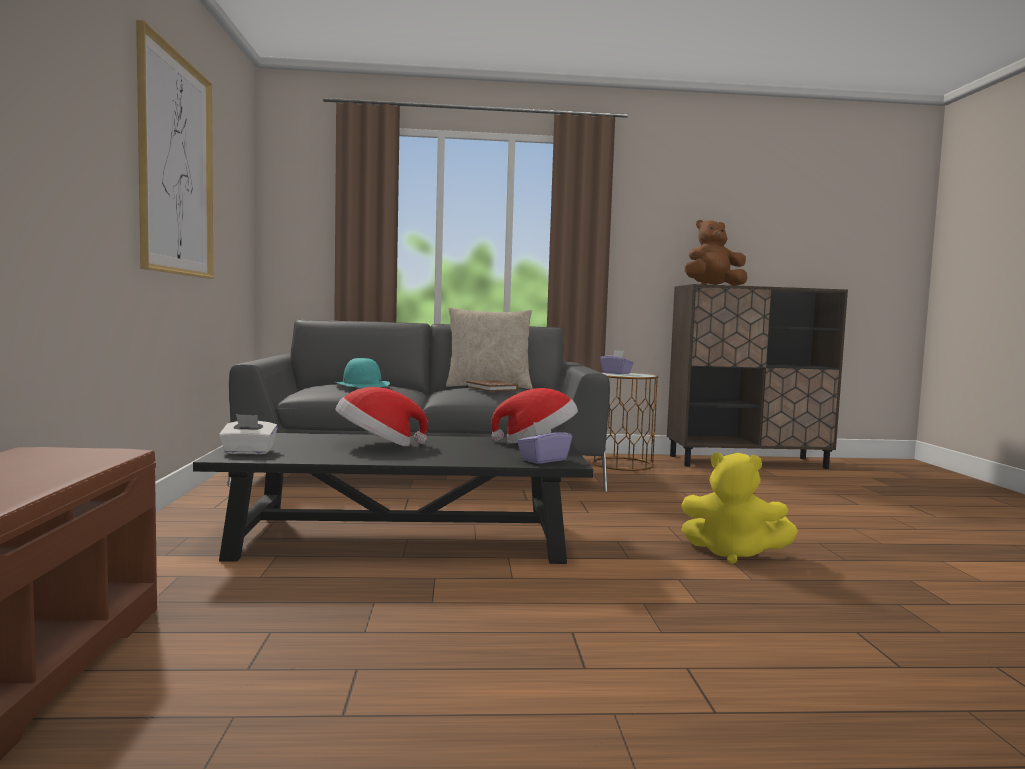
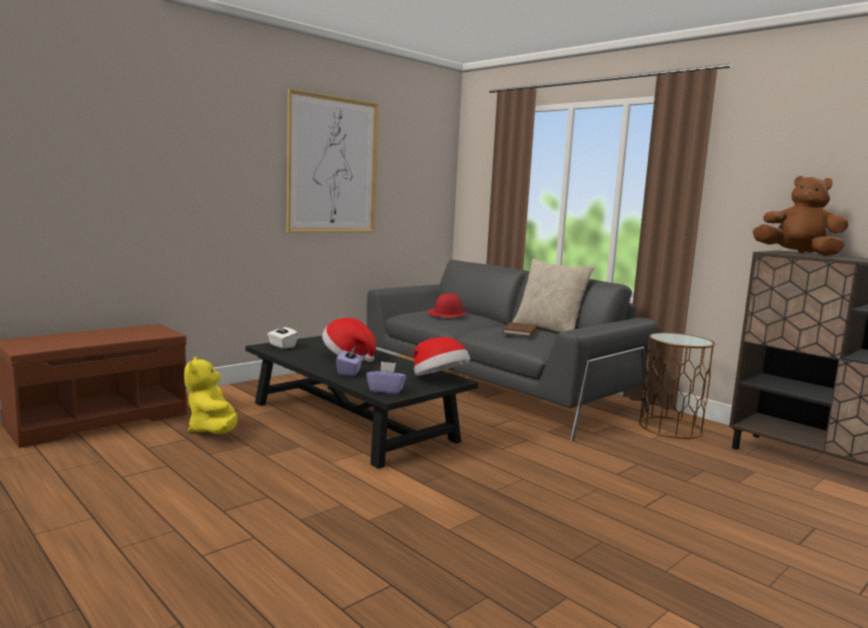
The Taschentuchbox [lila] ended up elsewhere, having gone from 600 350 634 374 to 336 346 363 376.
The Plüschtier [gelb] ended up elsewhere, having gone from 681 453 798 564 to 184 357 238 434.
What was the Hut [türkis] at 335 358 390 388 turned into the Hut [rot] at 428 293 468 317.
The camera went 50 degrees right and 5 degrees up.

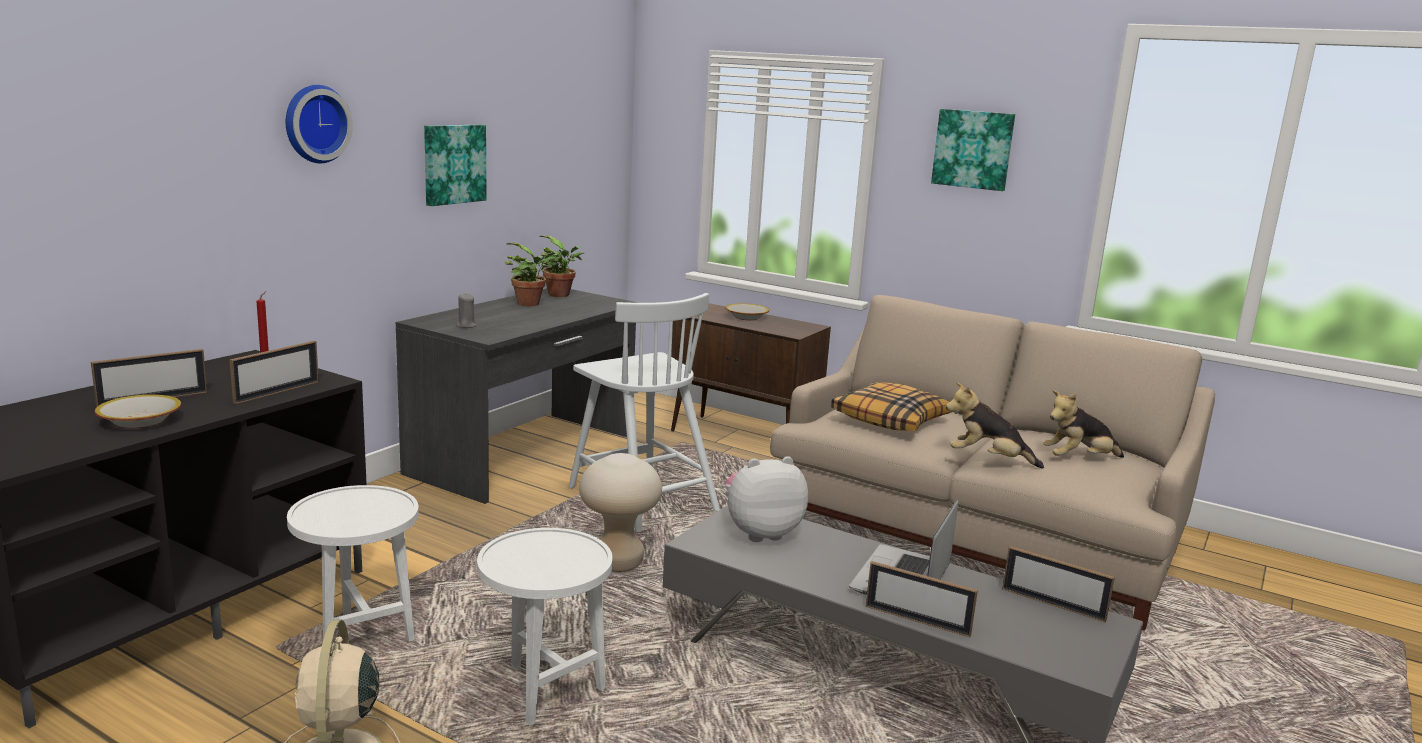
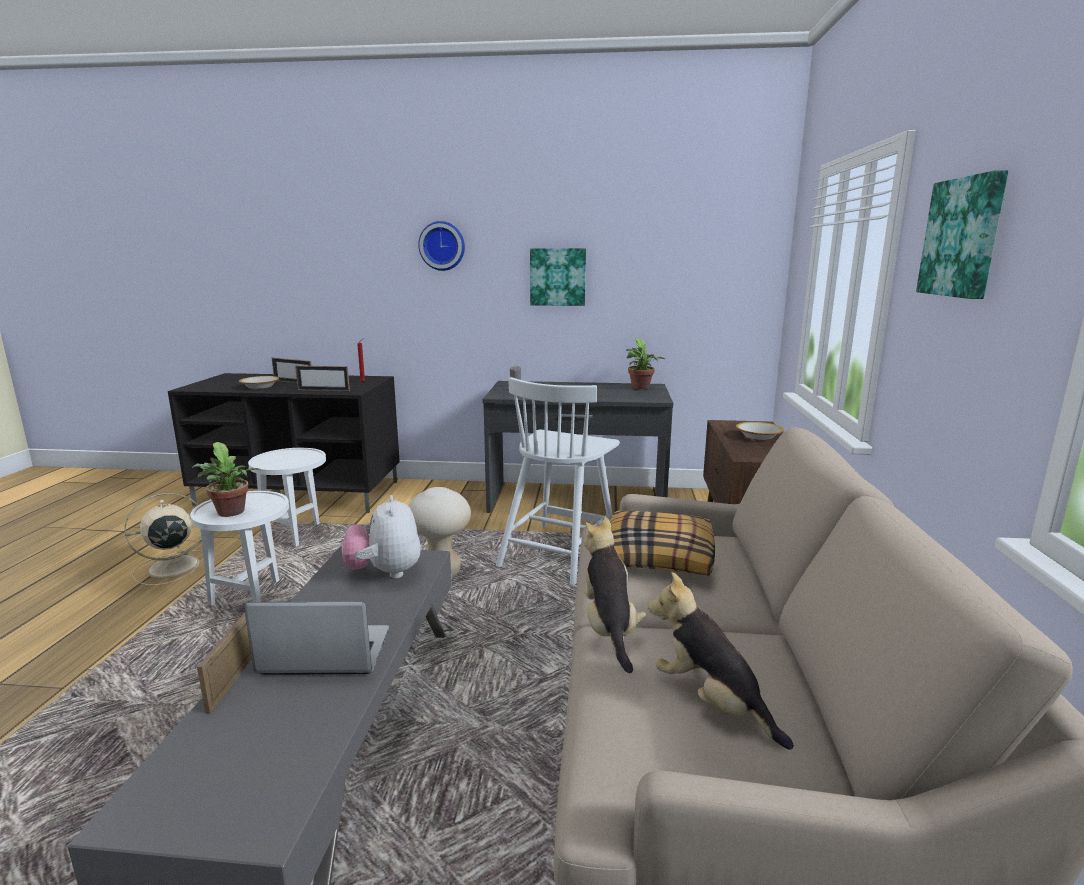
The second view lost the Bilderrahmen at 1002 546 1115 623.
The Topfpflanze ended up elsewhere, having gone from 505 243 559 306 to 192 442 261 517.
The Plüschtier at 725 456 808 542 ended up facing another way, 150 degrees counterclockwise from before.
The camera went 65 degrees right and 0 degrees up.

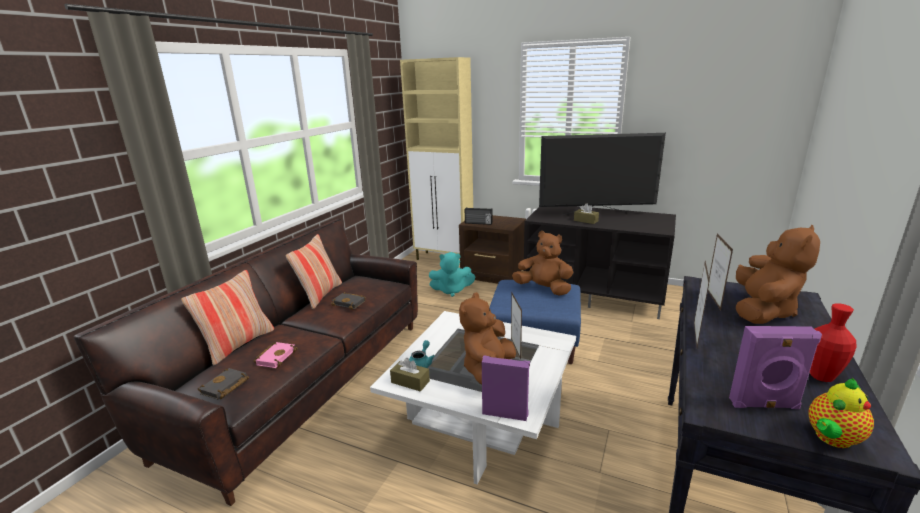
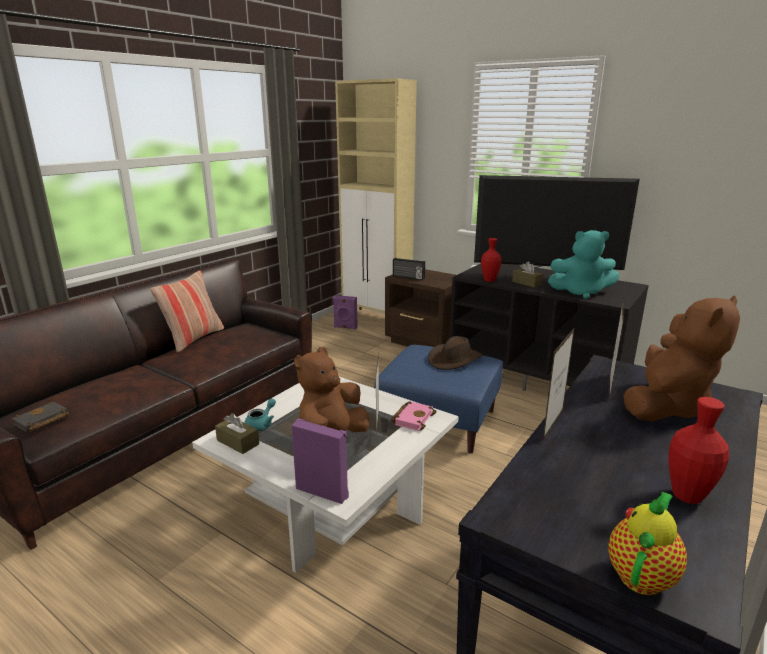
The second view lost the Kissen at 181 270 274 365.
The second view lost the Buch [schwarz] at 331 292 366 310.
The second view gained the Vase [rot] at 481 238 501 282.
The Buch [rosa] ended up elsewhere, having gone from 253 342 298 368 to 391 401 437 431.
The Plüschtier [türkis] ended up elsewhere, having gone from 429 252 475 297 to 548 230 619 299.
The Lautsprecher [lila] ended up elsewhere, having gone from 729 326 822 409 to 333 295 357 329.
Where the Plüschtier [braun] stood at 512 231 573 296, the Hut [braun] came to stand at 428 336 482 370.
The Teekanne at 808 378 874 448 ended up facing another way, 150 degrees clockwise from before.
The camera went 10 degrees right and 0 degrees up.

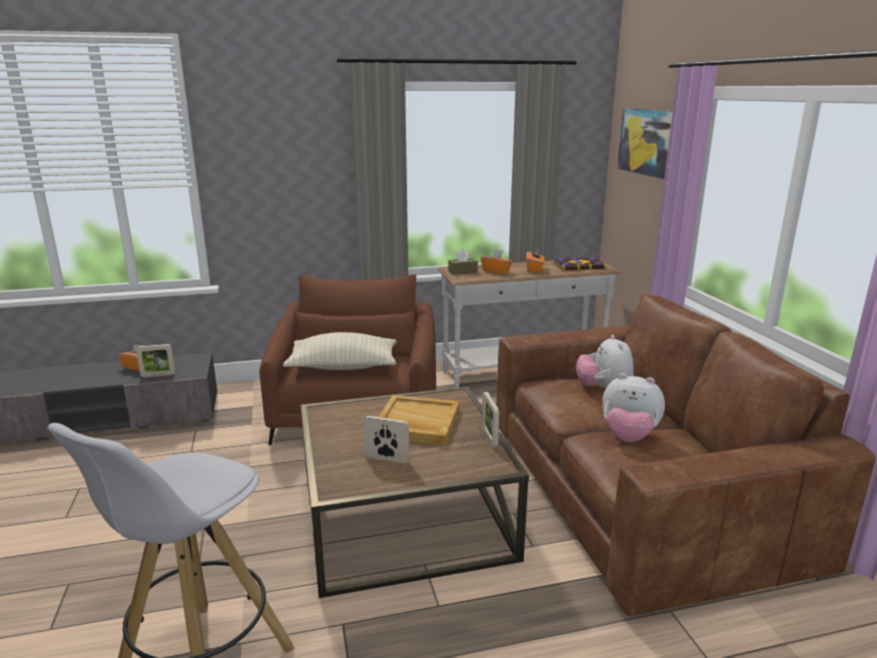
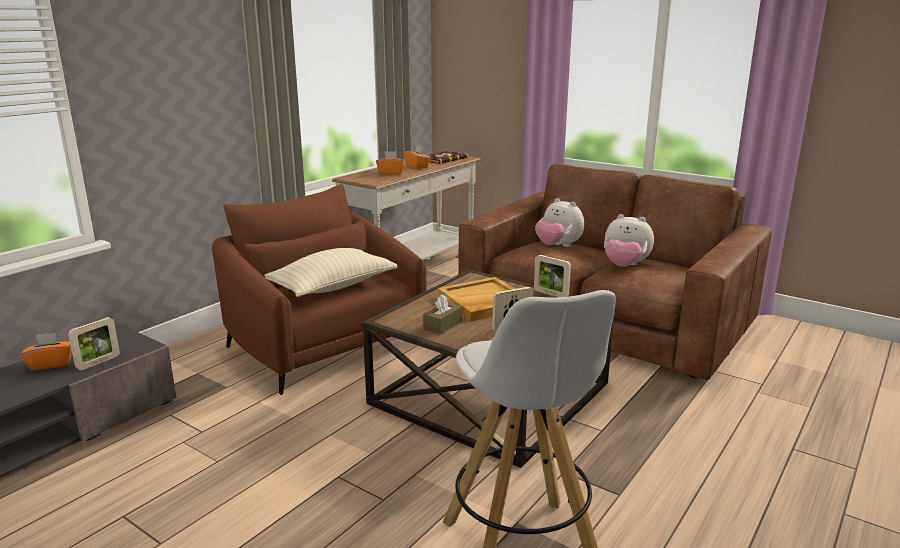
The second view lost the Bild at 617 109 672 179.
The Taschentuchbox [braun] ended up elsewhere, having gone from 448 249 478 275 to 423 294 462 334.
The Plüschtier at 602 373 665 442 ended up facing another way, 45 degrees clockwise from before.
The camera went 40 degrees left and 0 degrees up.

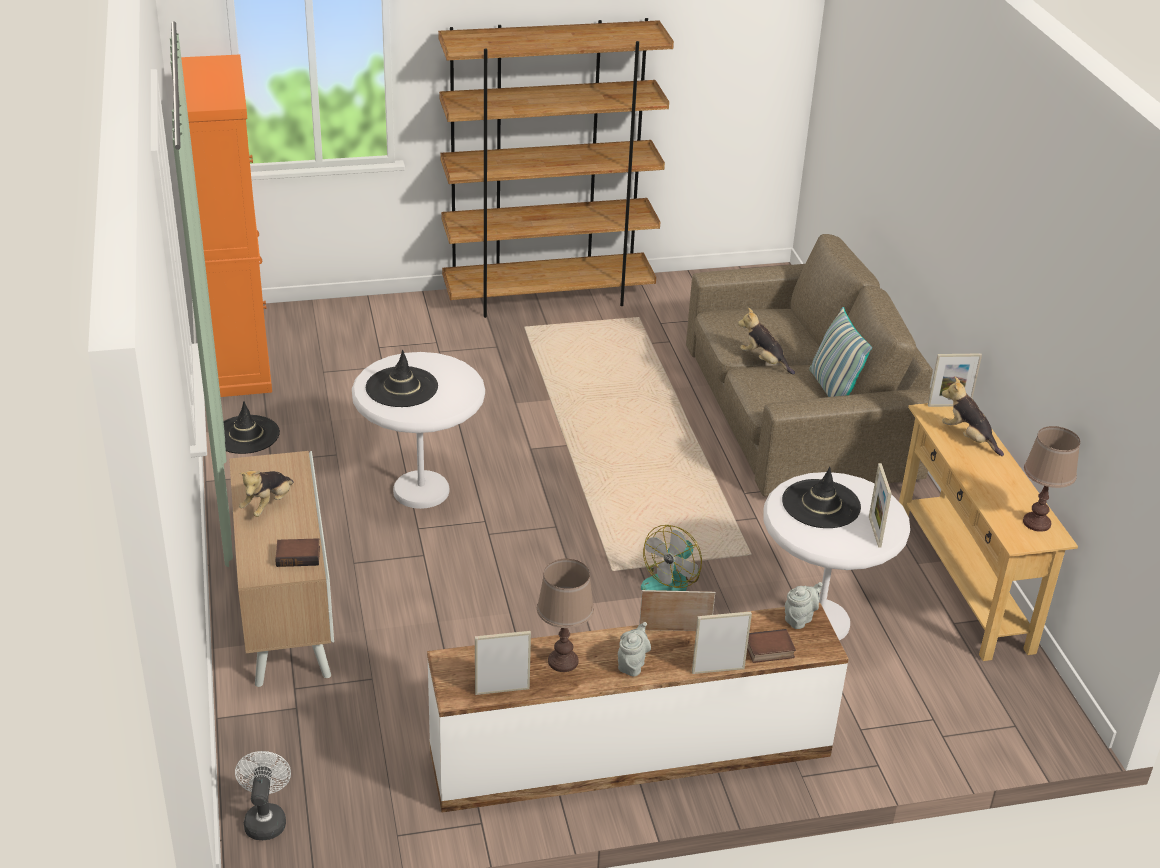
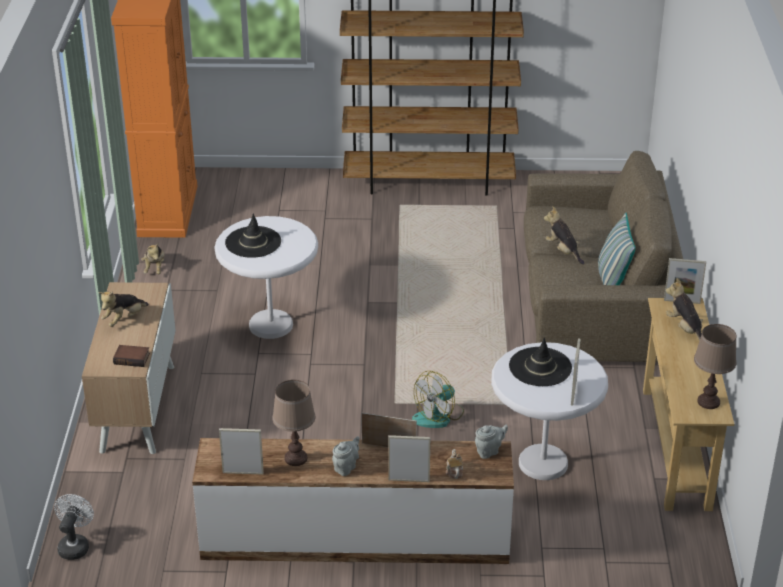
Where the Hut [schwarz] stood at 223 401 280 454, the Plüschtier came to stand at 141 242 164 274.
Where the Buch stood at 747 629 796 663, the Teekanne came to stand at 446 449 463 479.
The camera went 15 degrees right and 0 degrees up.

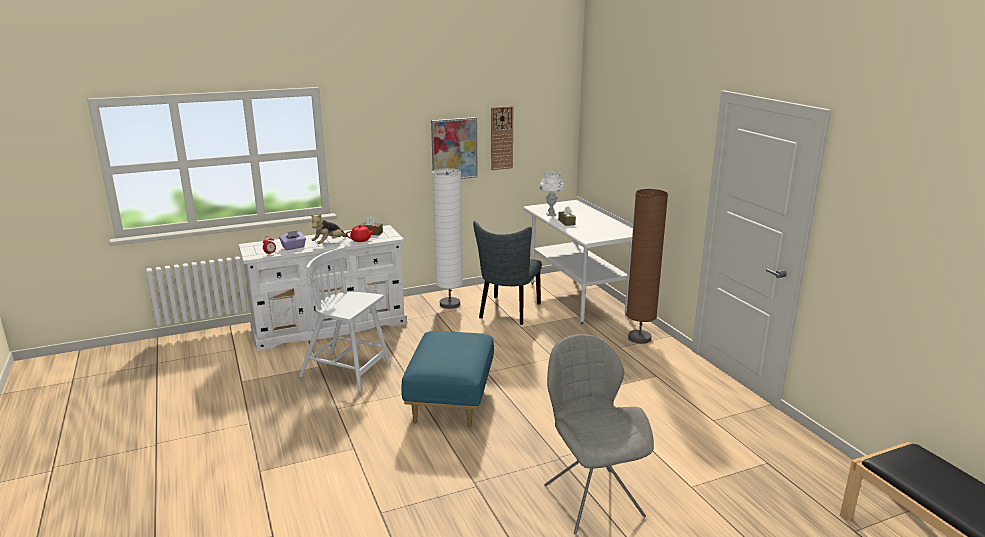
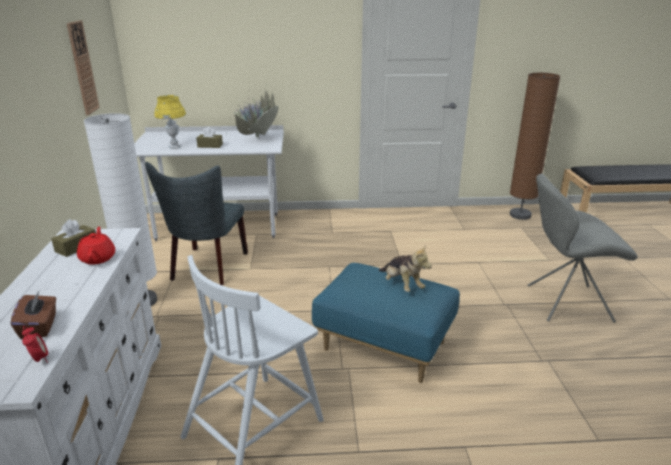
The second view lost the Bild at 431 117 478 179.
The second view gained the Topfpflanze at 226 90 278 138.
The Plüschtier ended up elsewhere, having gone from 310 214 347 244 to 378 245 432 292.
The Stehlampe [braun] ended up elsewhere, having gone from 626 189 668 344 to 510 73 560 220.
What was the Taschentuchbox [lila] at 279 230 306 250 turned into the Taschentuchbox [braun] at 11 291 56 340.
What was the Tischlampe [weiß] at 539 172 565 216 turned into the Tischlampe [gelb] at 154 95 186 149.
The Stuhl [grau] at 473 221 542 325 ended up facing another way, 60 degrees clockwise from before.
The camera went 70 degrees left and 5 degrees up.

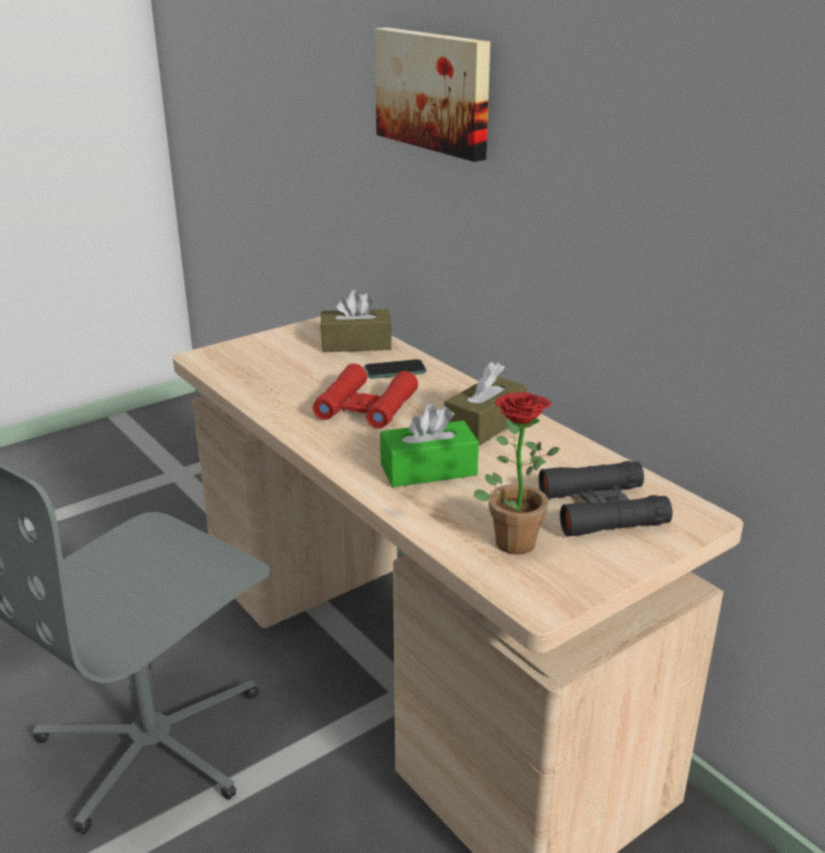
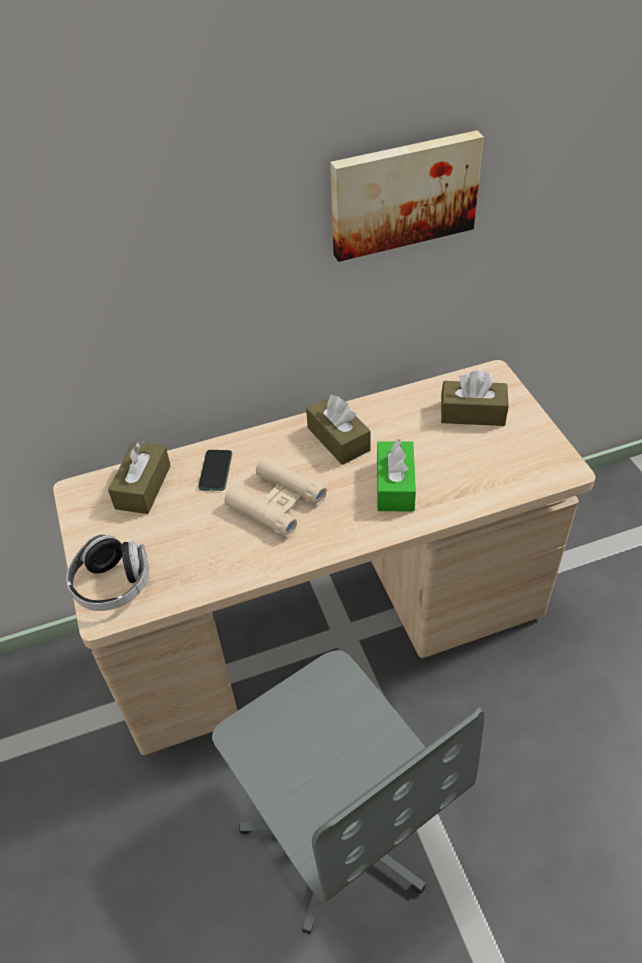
The second view lost the Topfpflanze at 474 392 560 555.
The second view gained the Kopfhörer at 67 534 149 611.
The Bild ended up elsewhere, having gone from 375 27 490 162 to 330 130 484 262.
Where the Fernglas [schwarz] stood at 539 461 672 537, the Taschentuchbox [braun] came to stand at 441 370 509 426.
What was the Fernglas [rot] at 313 364 418 429 turned into the Fernglas [beige] at 224 456 327 537.
The camera went 70 degrees left and 20 degrees up.

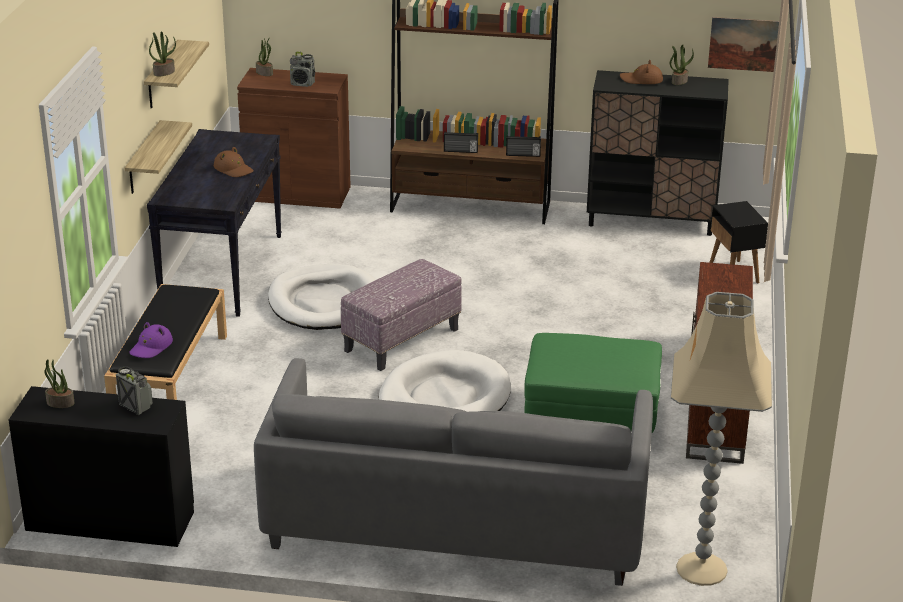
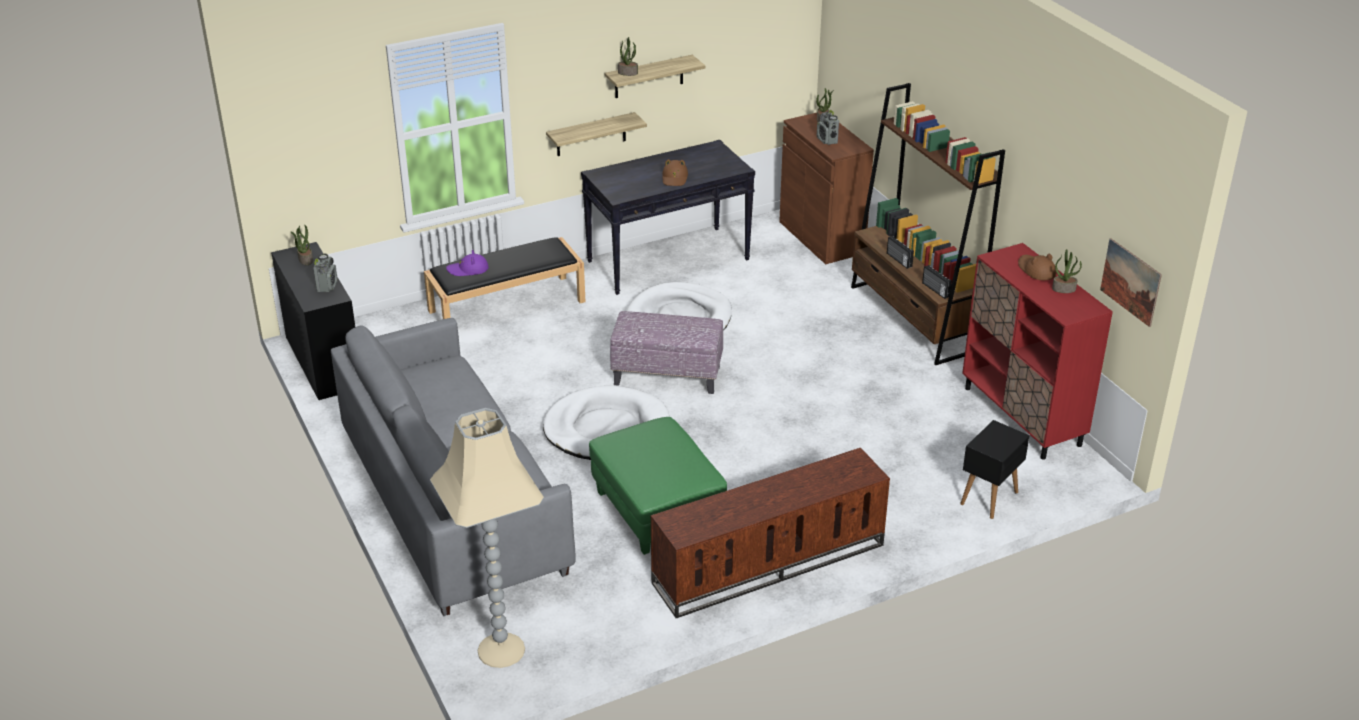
What was the Schrank [schwarz] at 587 70 729 236 turned into the Schrank [rot] at 962 243 1113 460.
The camera went 55 degrees right and 5 degrees up.

